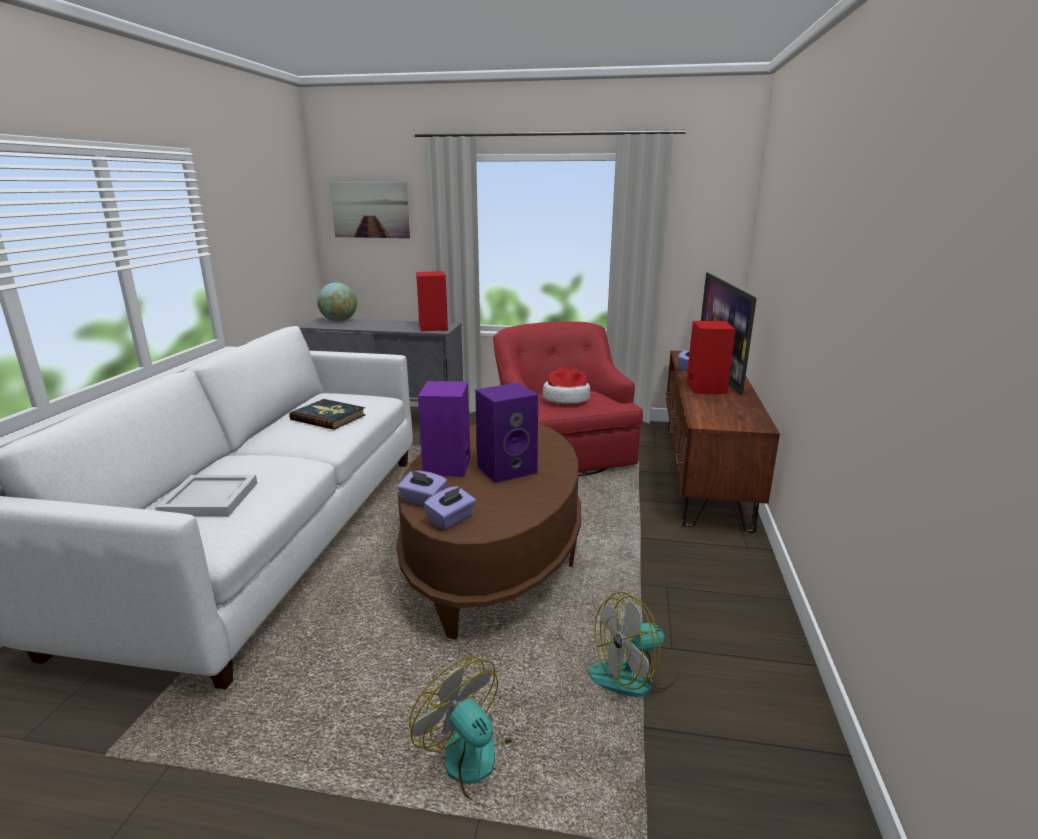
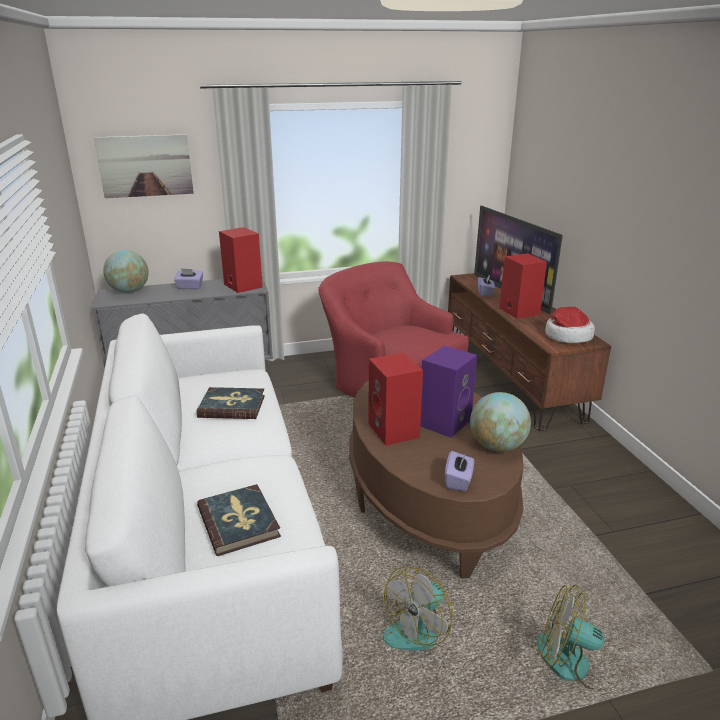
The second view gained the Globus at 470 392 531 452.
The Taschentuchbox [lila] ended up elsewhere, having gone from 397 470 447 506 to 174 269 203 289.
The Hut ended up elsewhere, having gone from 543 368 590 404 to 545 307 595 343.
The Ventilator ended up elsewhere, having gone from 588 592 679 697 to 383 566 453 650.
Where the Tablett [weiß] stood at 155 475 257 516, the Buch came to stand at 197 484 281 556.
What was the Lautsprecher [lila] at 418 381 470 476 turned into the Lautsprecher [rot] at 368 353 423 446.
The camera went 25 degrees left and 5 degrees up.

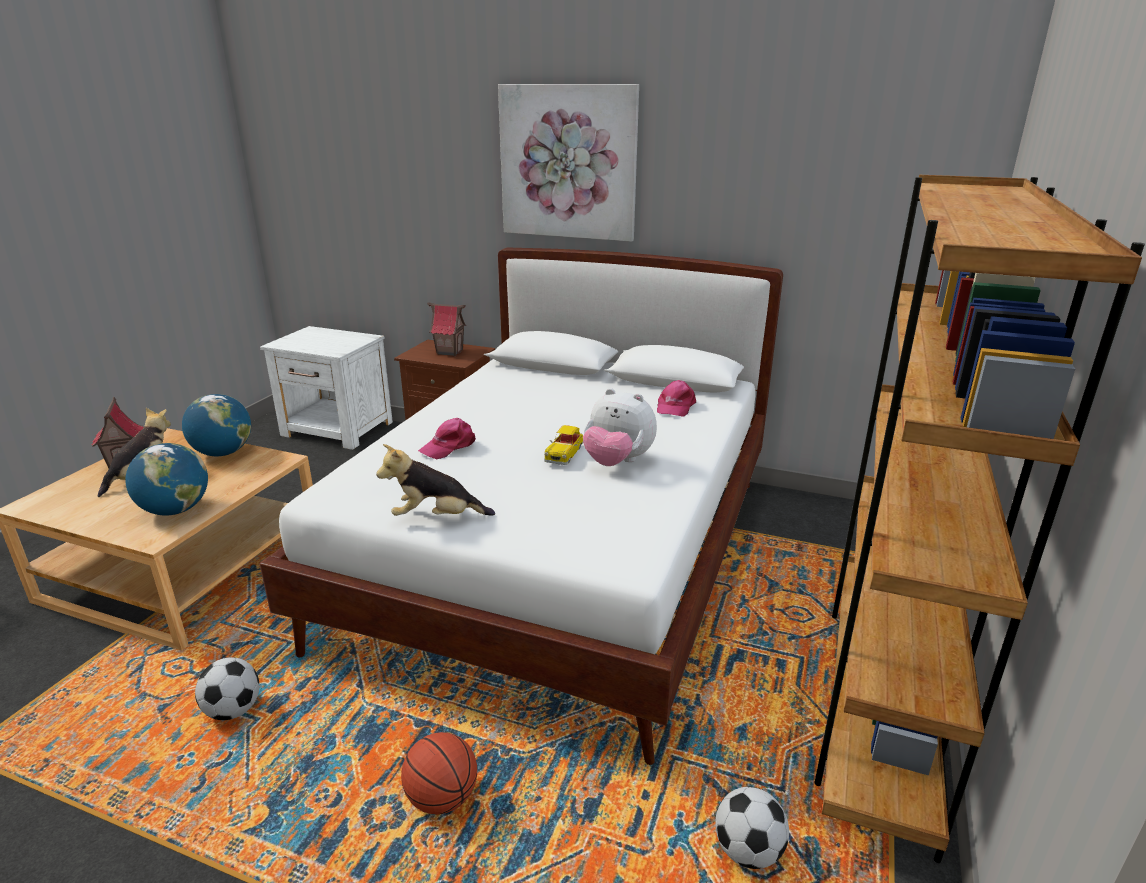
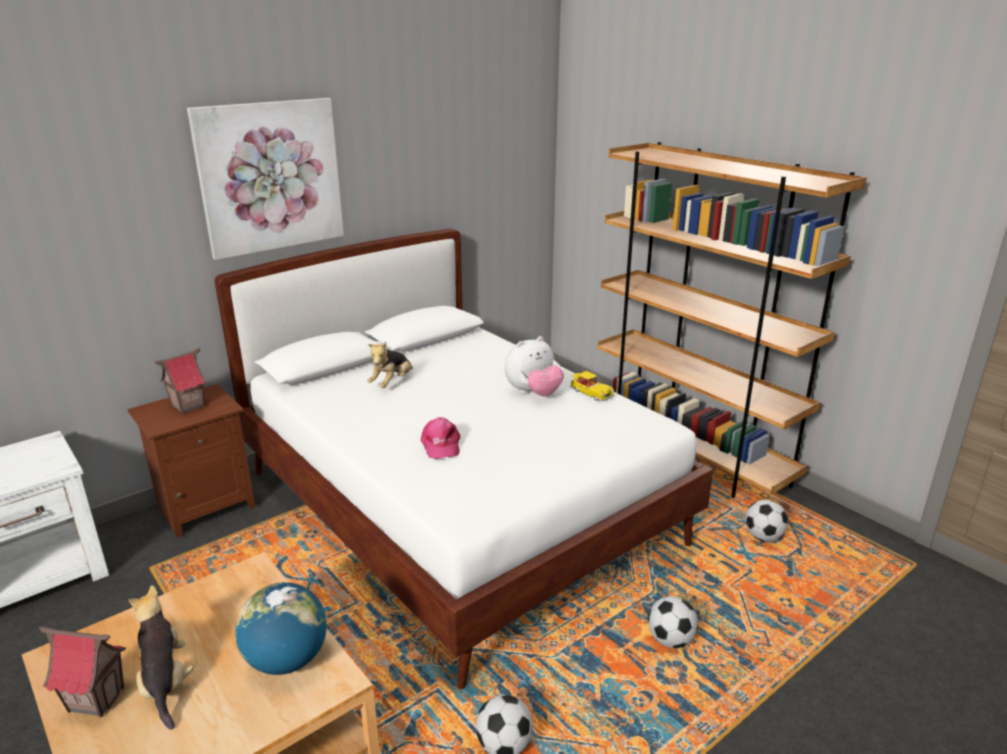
The second view lost the Globus at 182 394 251 456.
The second view lost the Kappe [rosa] at 657 380 696 417.
The Plüschtier ended up elsewhere, having gone from 376 444 495 516 to 367 341 413 388.
The Spielzeugauto ended up elsewhere, having gone from 544 425 583 465 to 570 371 614 402.
Where the Basketball stood at 401 732 477 814, the Fußball came to stand at 648 596 698 648.
The camera went 60 degrees left and 0 degrees up.

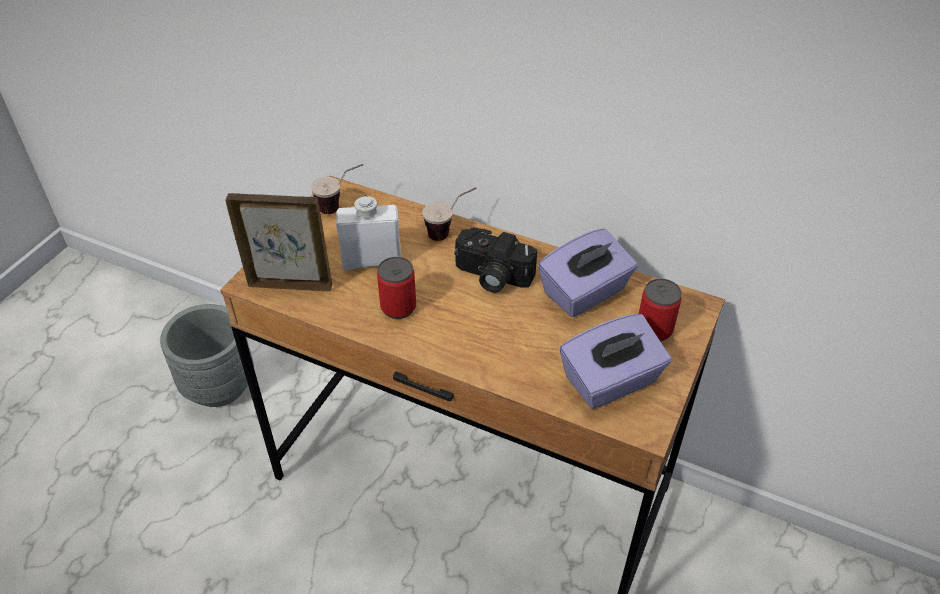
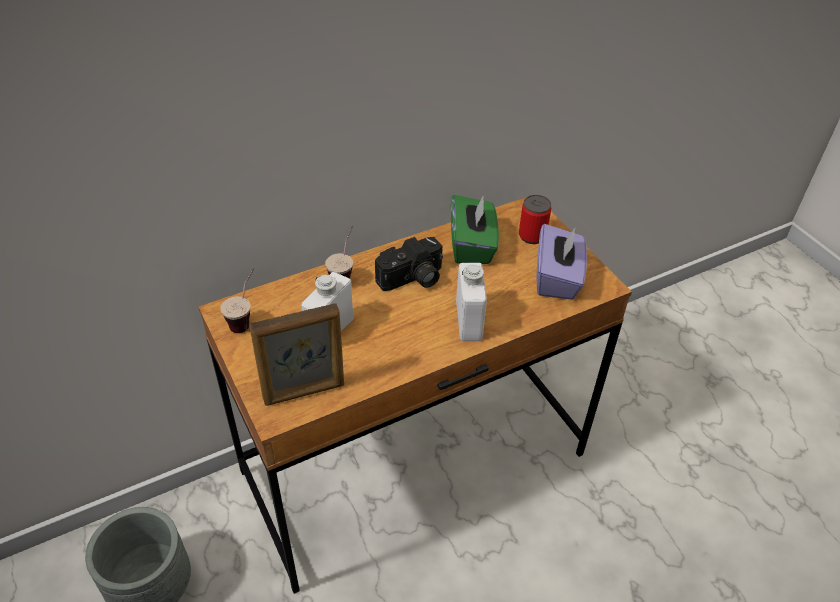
The second view lost the Dose at 377 257 416 319.
The second view gained the Flasche [weiß] at 456 263 487 341.
What was the Taschentuchbox [lila] at 538 229 638 317 turned into the Taschentuchbox [grün] at 451 195 499 264.
The Bilderrahmen at 226 193 332 292 ended up facing another way, 150 degrees counterclockwise from before.
The camera went 55 degrees left and 0 degrees up.

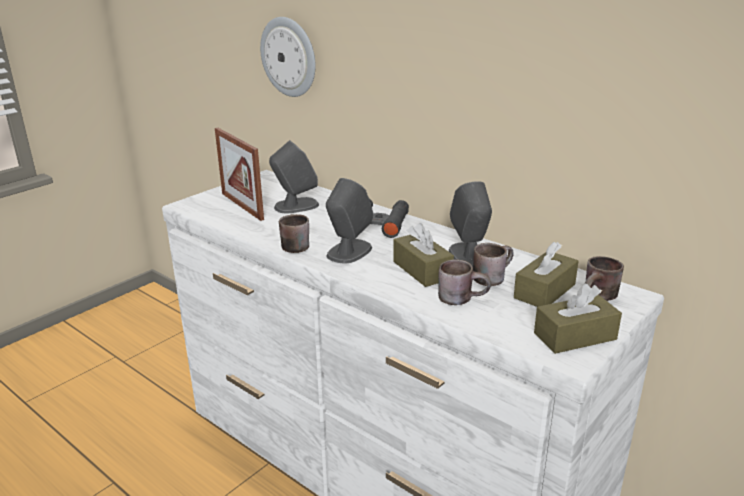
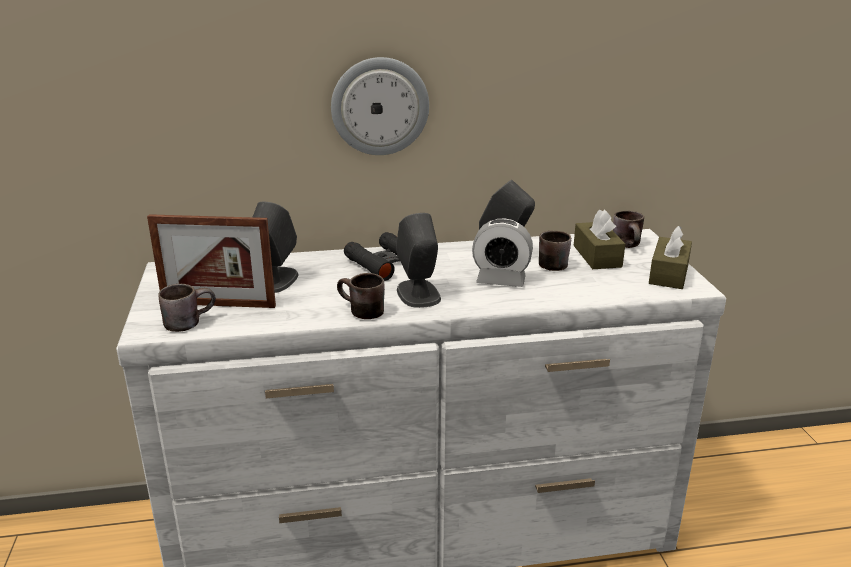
The Wanduhr ended up elsewhere, having gone from 260 17 316 97 to 331 57 429 155.
The Henkelbecher [braun] ended up elsewhere, having gone from 438 259 491 305 to 158 284 216 332.
Where the Taschentuchbox [braun] stood at 394 223 454 287, the Wecker came to stand at 472 219 533 287.
The camera went 50 degrees left and 0 degrees up.

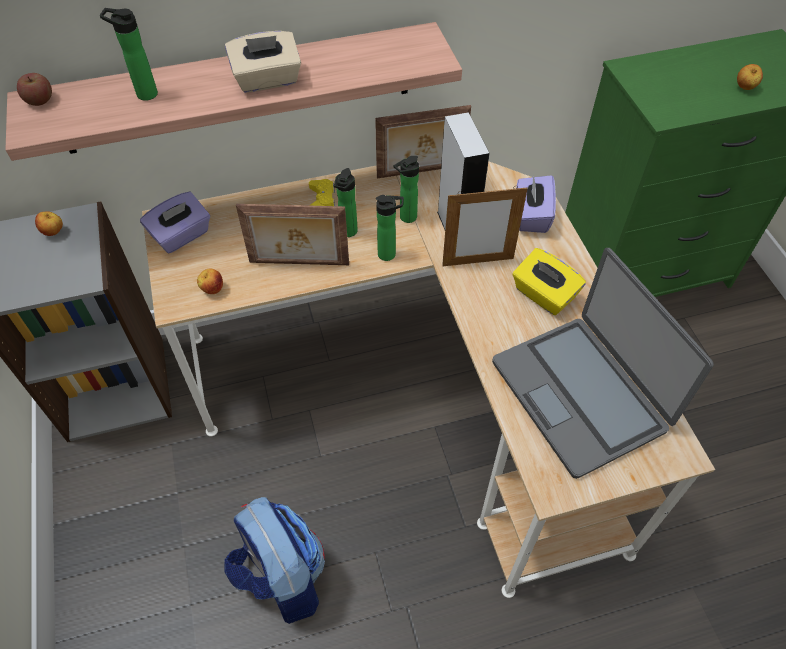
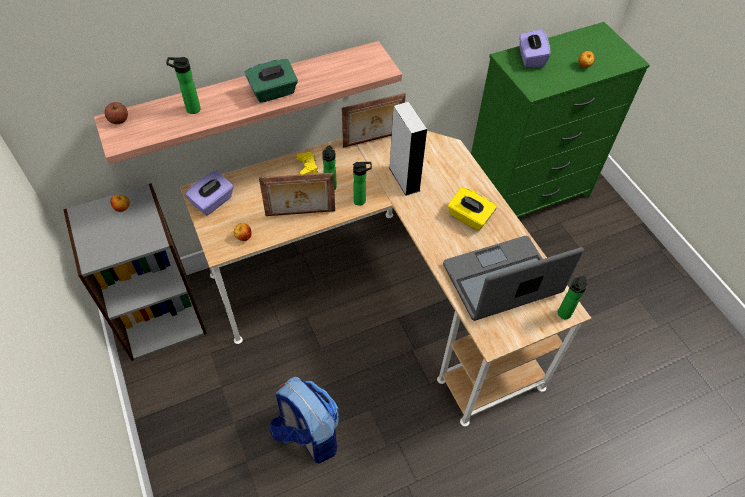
The second view lost the Bilderrahmen at 442 186 528 266.
The Flasche ended up elsewhere, having gone from 394 156 419 223 to 558 276 587 319.
The Taschentuchbox [lila] ended up elsewhere, having gone from 516 174 556 233 to 519 28 551 68.
What was the Taschentuchbox [beige] at 225 31 301 93 turned into the Taschentuchbox [grün] at 245 59 298 103.
The Laptop at 492 248 714 479 ended up facing another way, 105 degrees clockwise from before.
The camera went 10 degrees left and 0 degrees up.

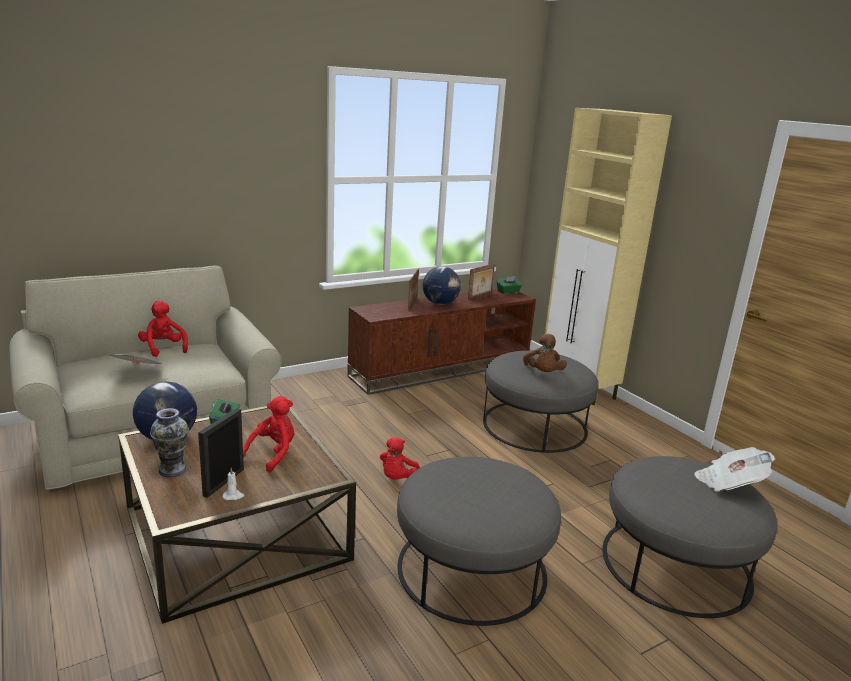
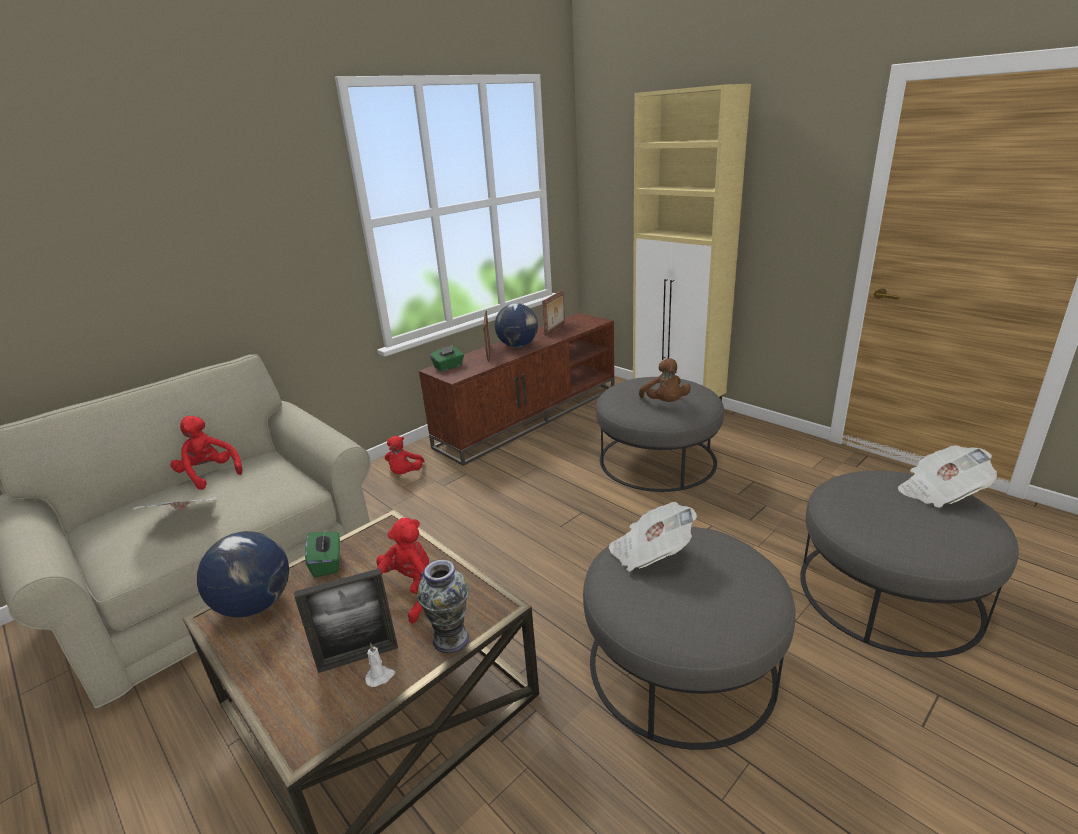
The second view gained the Zeitung at 608 502 697 572.
The Vase ended up elsewhere, having gone from 150 408 189 477 to 417 560 469 653.
The Plüschtier [rot] ended up elsewhere, having gone from 380 437 420 479 to 385 436 425 474.
The Taschentuchbox [grün] ended up elsewhere, having gone from 497 276 522 294 to 430 345 464 371.
The Bilderrahmen at 198 408 244 498 ended up facing another way, 120 degrees counterclockwise from before.
The camera went 10 degrees left and 5 degrees up.

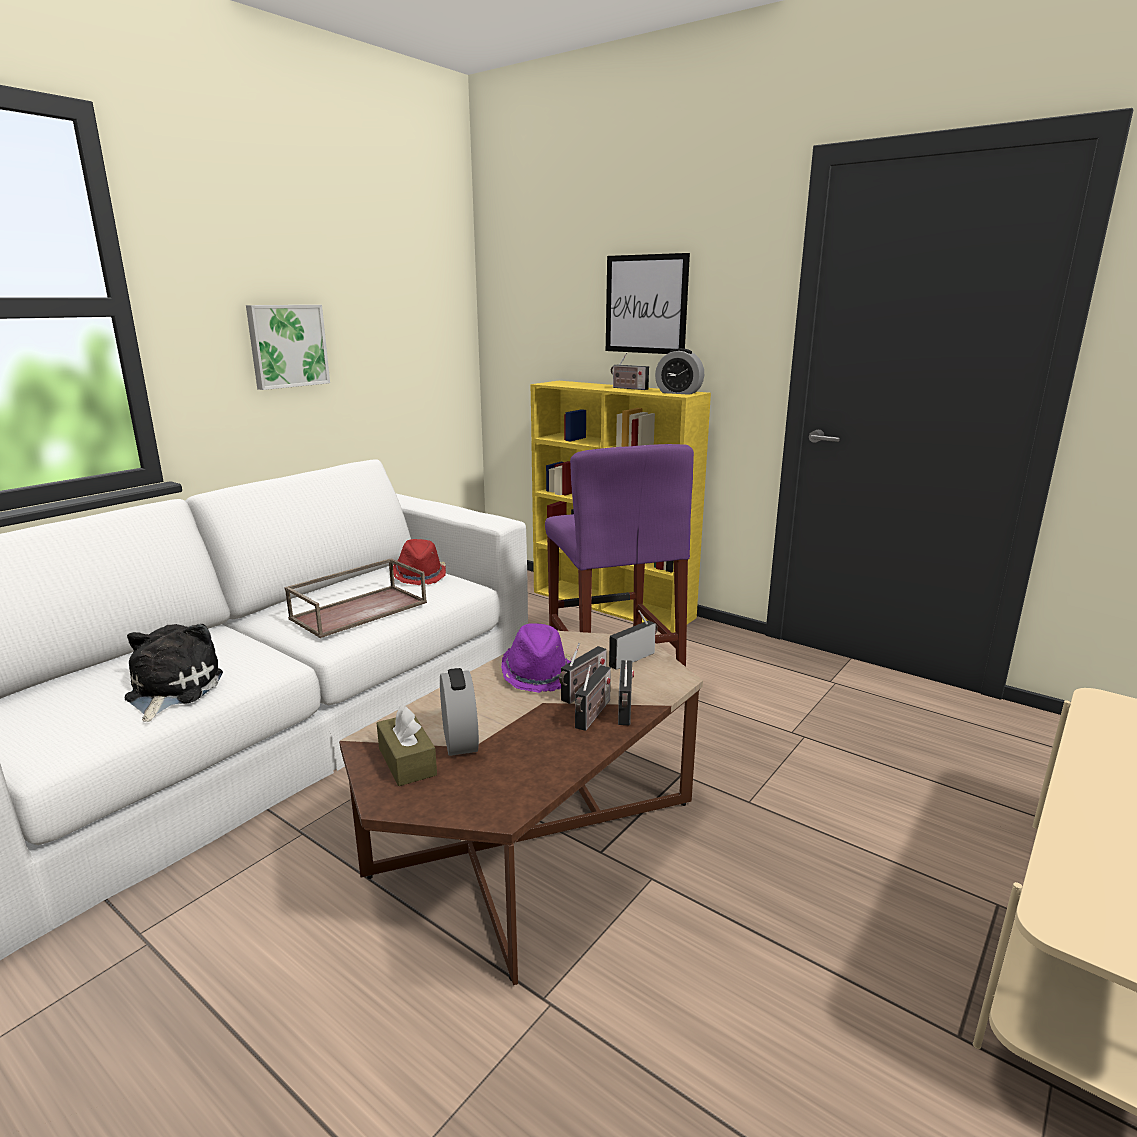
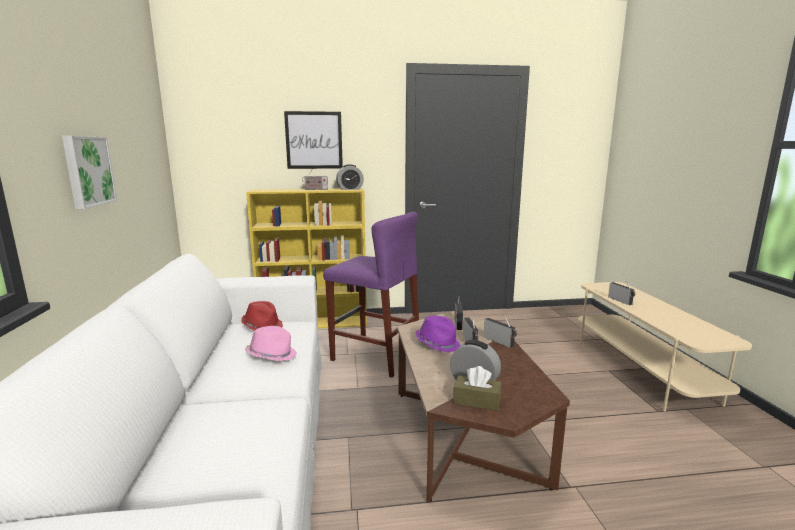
The second view lost the Plüschtier at 124 624 223 722.
The Radio ended up elsewhere, having gone from 575 665 611 731 to 608 279 636 305.
Where the Tablett [braun] stood at 284 558 427 638, the Hut [rosa] came to stand at 245 326 297 361.
The camera went 45 degrees left and 5 degrees down.

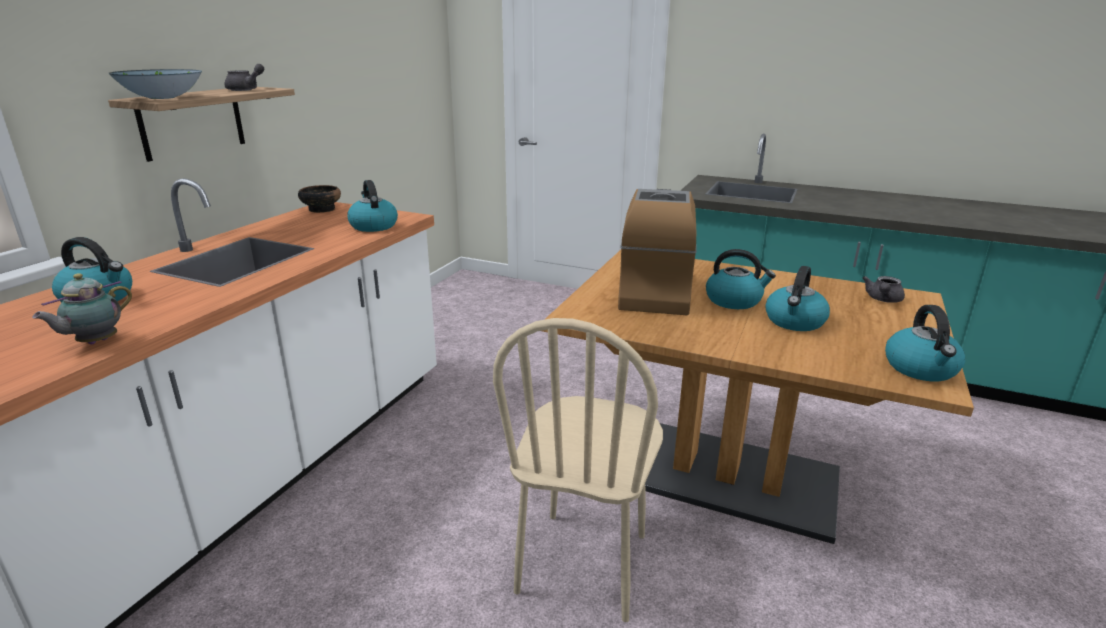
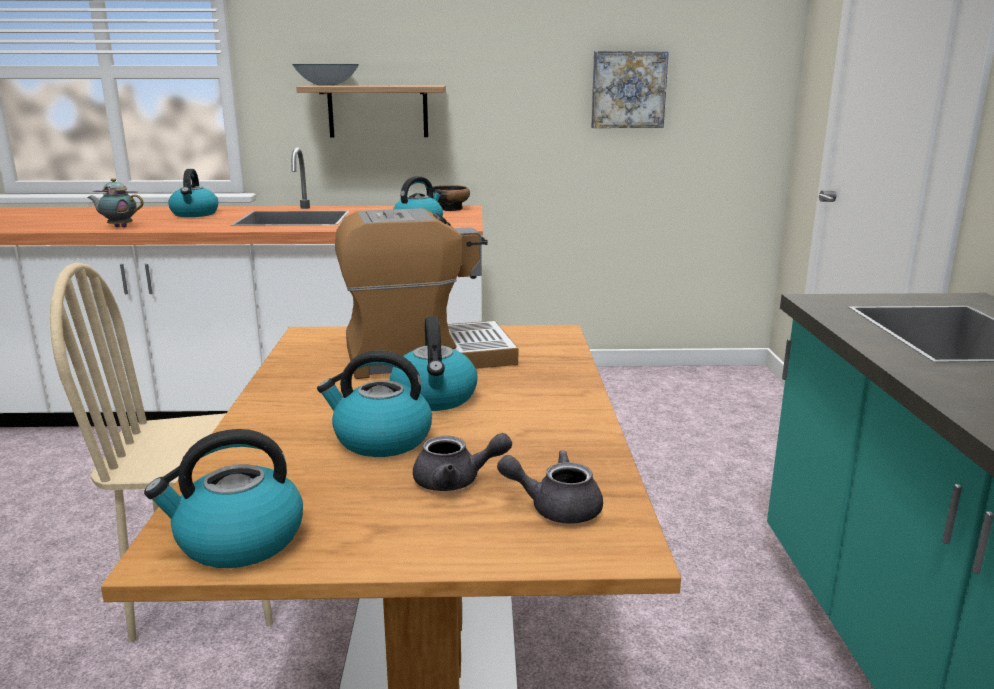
The second view gained the Bild at 591 51 669 128.
The Teekanne [grau] ended up elsewhere, having gone from 224 64 264 91 to 413 433 512 491.
The camera went 65 degrees right and 5 degrees down.

